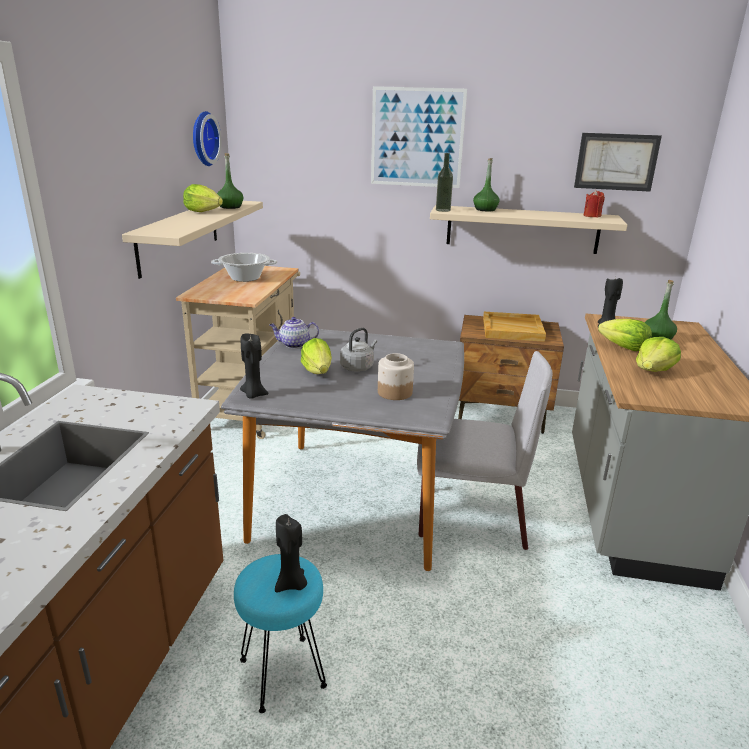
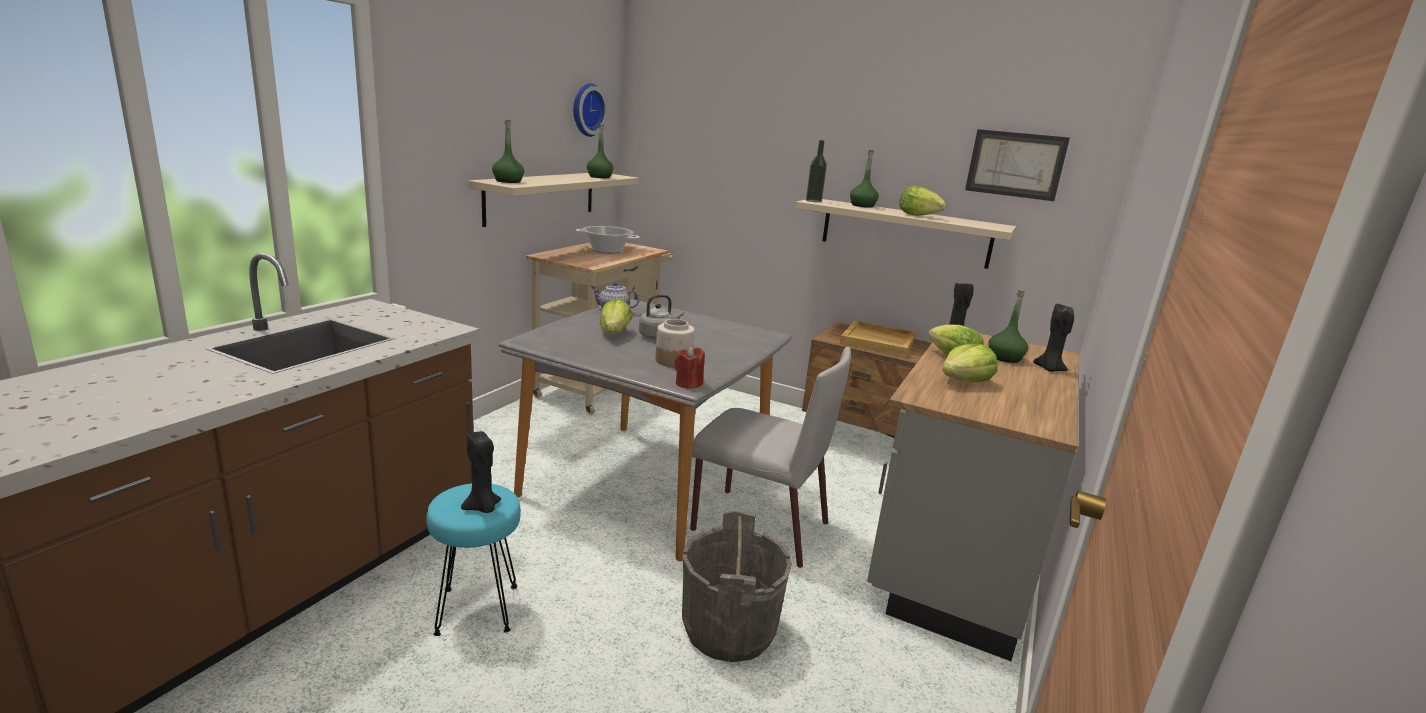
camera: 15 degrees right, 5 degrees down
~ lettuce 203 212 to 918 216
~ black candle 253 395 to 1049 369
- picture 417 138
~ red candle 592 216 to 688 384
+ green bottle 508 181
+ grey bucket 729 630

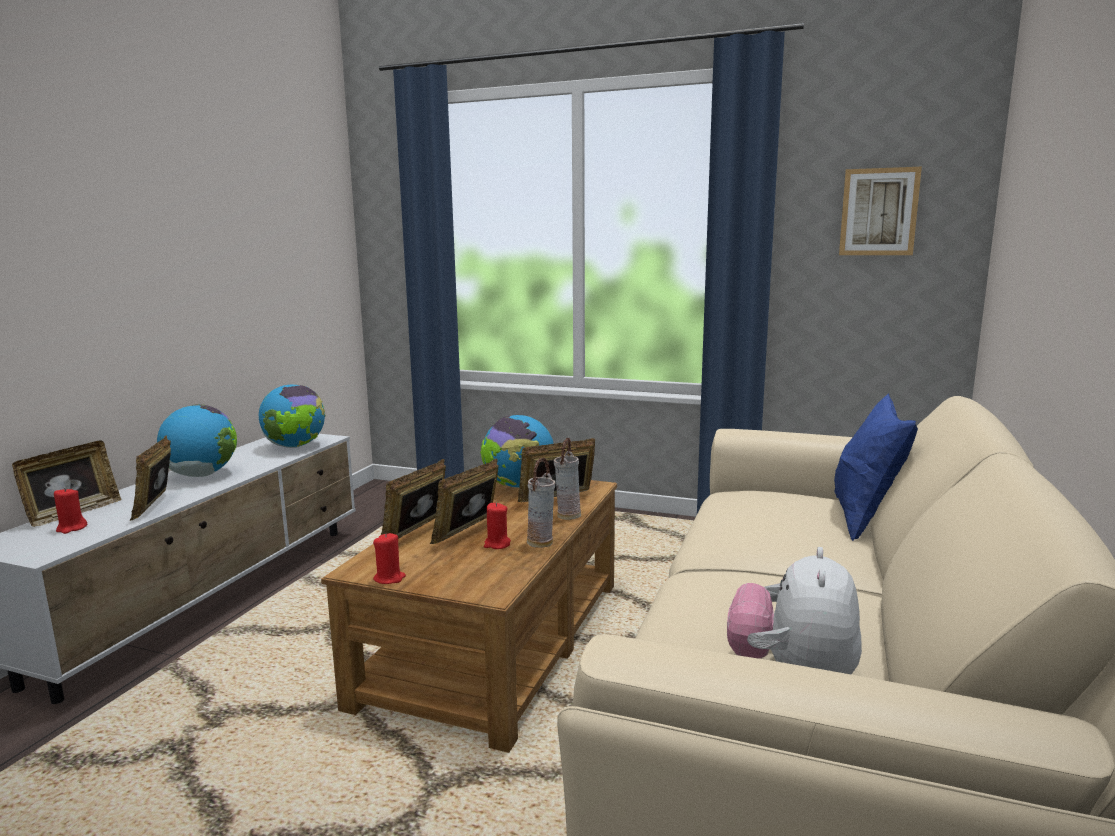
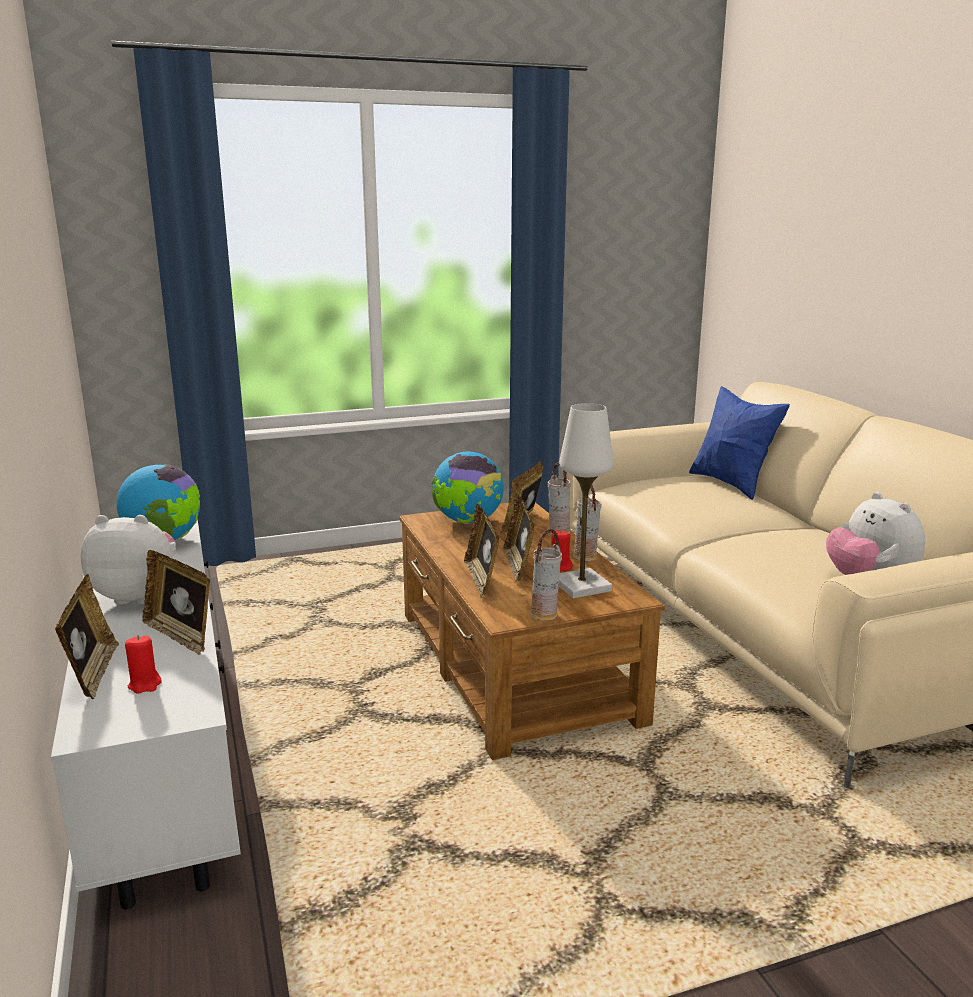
camera: 40 degrees left, 5 degrees up
~ globe 202 475 to plush toy 138 596
~ red candle 389 578 to vase 545 615
- picture 878 212
+ white table lamp 581 586

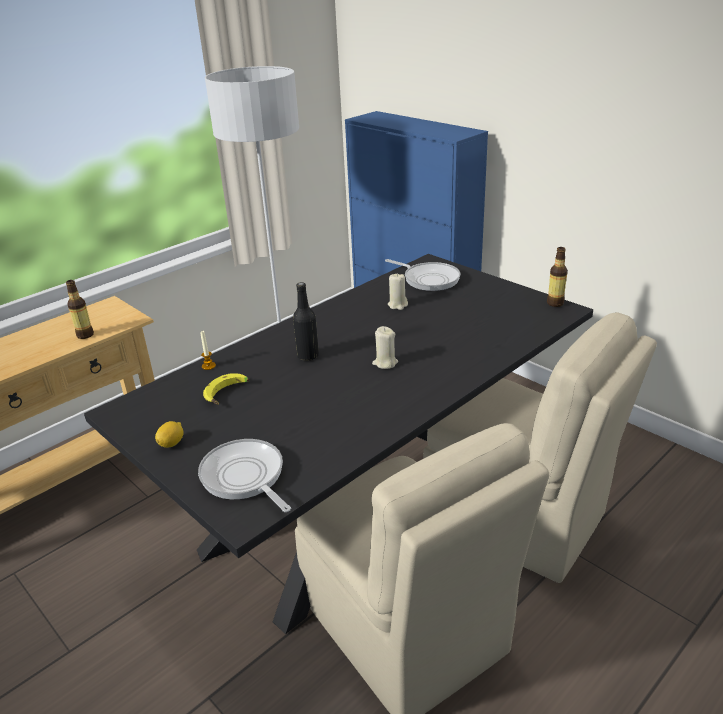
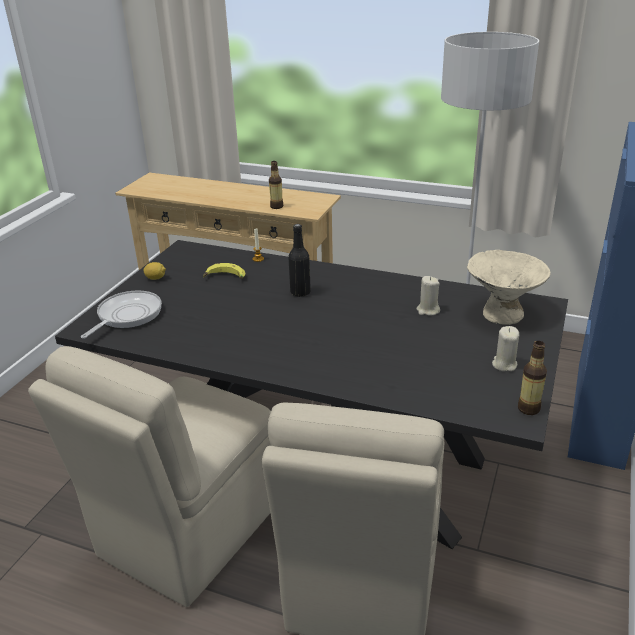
camera: 65 degrees right, 0 degrees up
~ beige candle 385 363 to 504 364
~ frying pan 428 279 to beige bowl 502 313

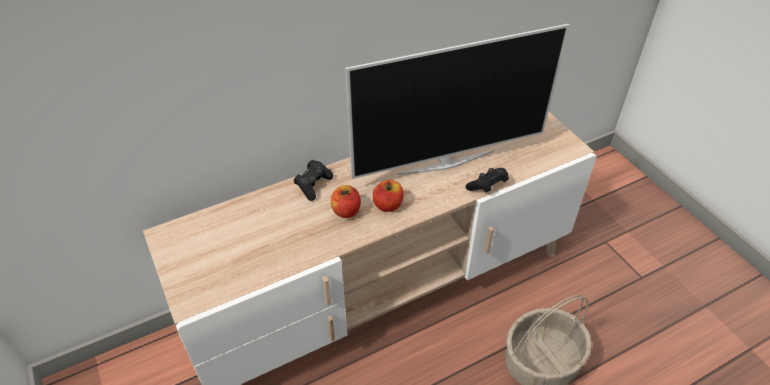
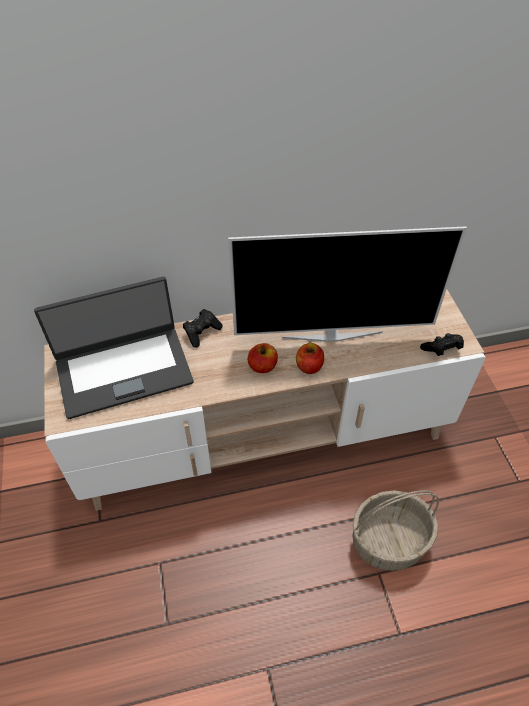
camera: 15 degrees right, 5 degrees up
~ apple 346 211 to 309 366
~ black game controller 487 186 to 441 350
+ laptop 123 370

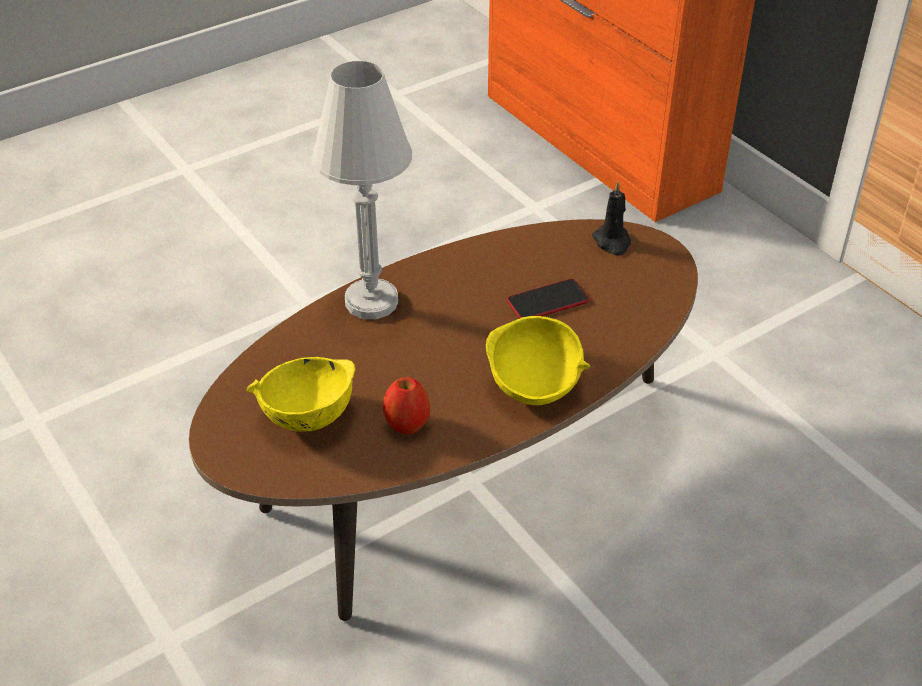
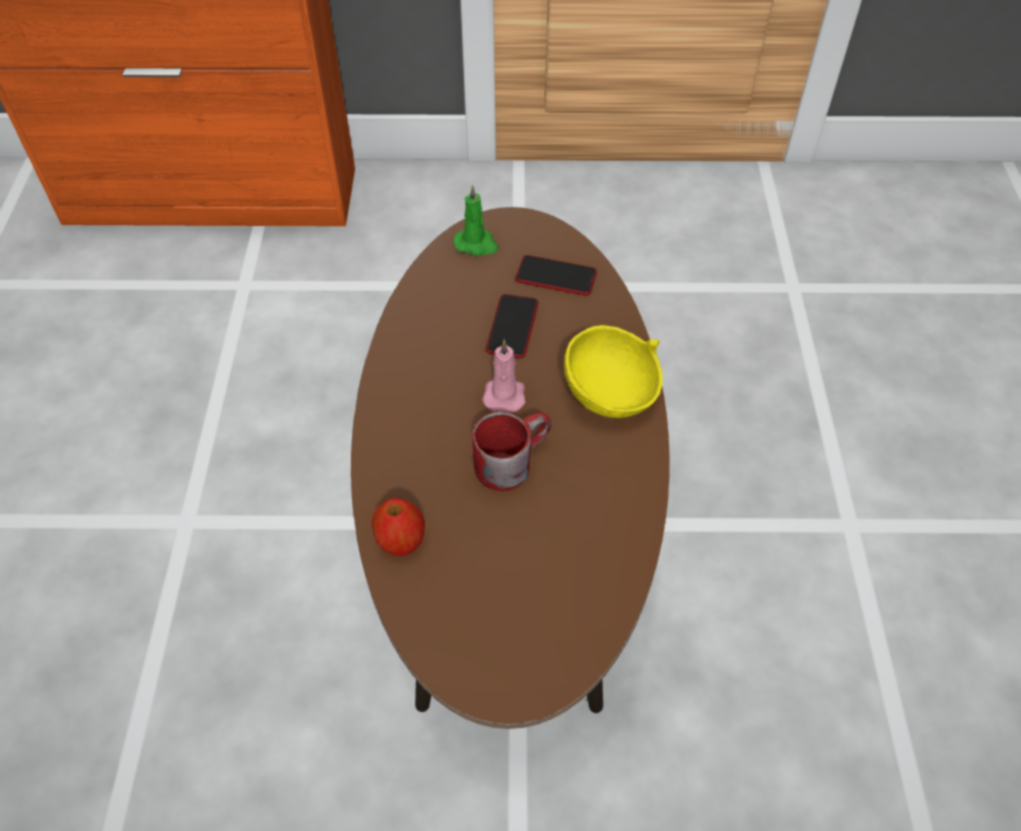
camera: 55 degrees left, 10 degrees up
- yellow bowl 307 415
- white table lamp 371 302
~ apple 407 424 to 401 541
~ black candle 612 242 to green candle 476 244
+ red mug 509 460
+ pink candle 504 394
+ phone 556 276

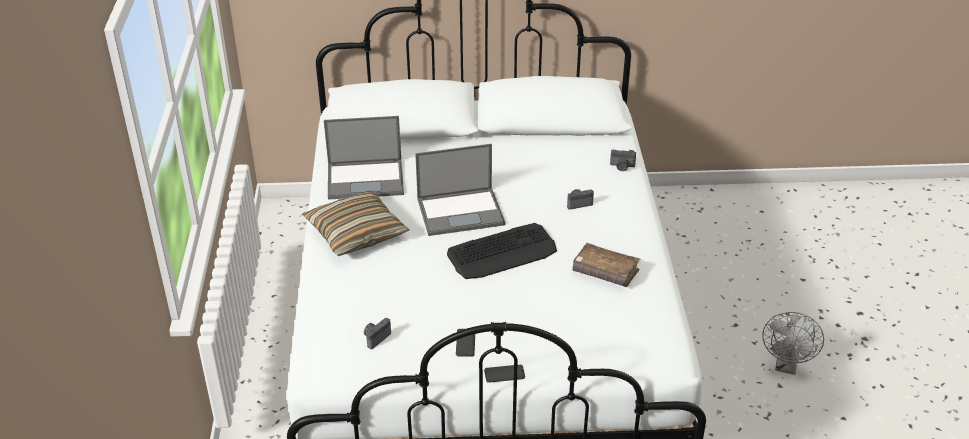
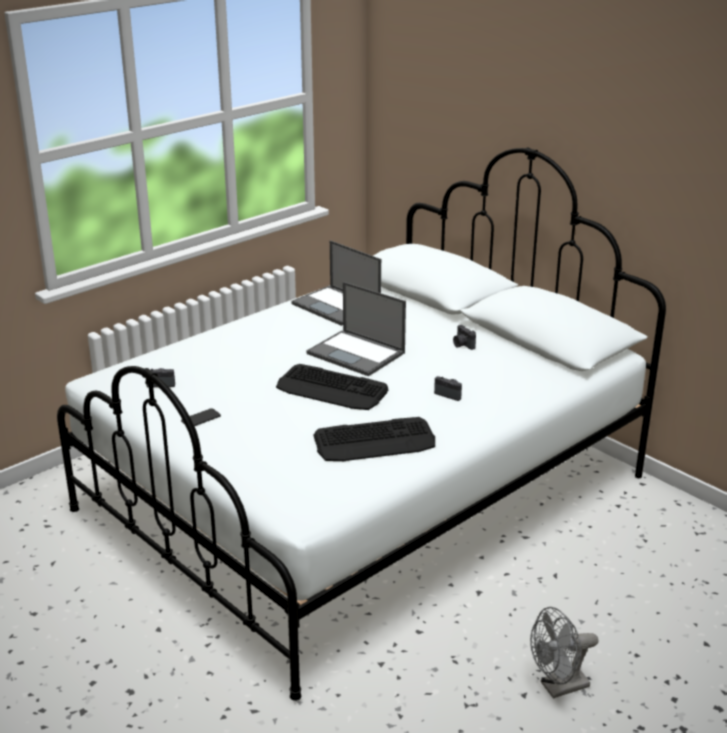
camera: 50 degrees right, 10 degrees down
- pillow 356 233
- phone 504 374
~ brown book 605 272 to keyboard 375 441
~ photo camera 622 166 to 462 345

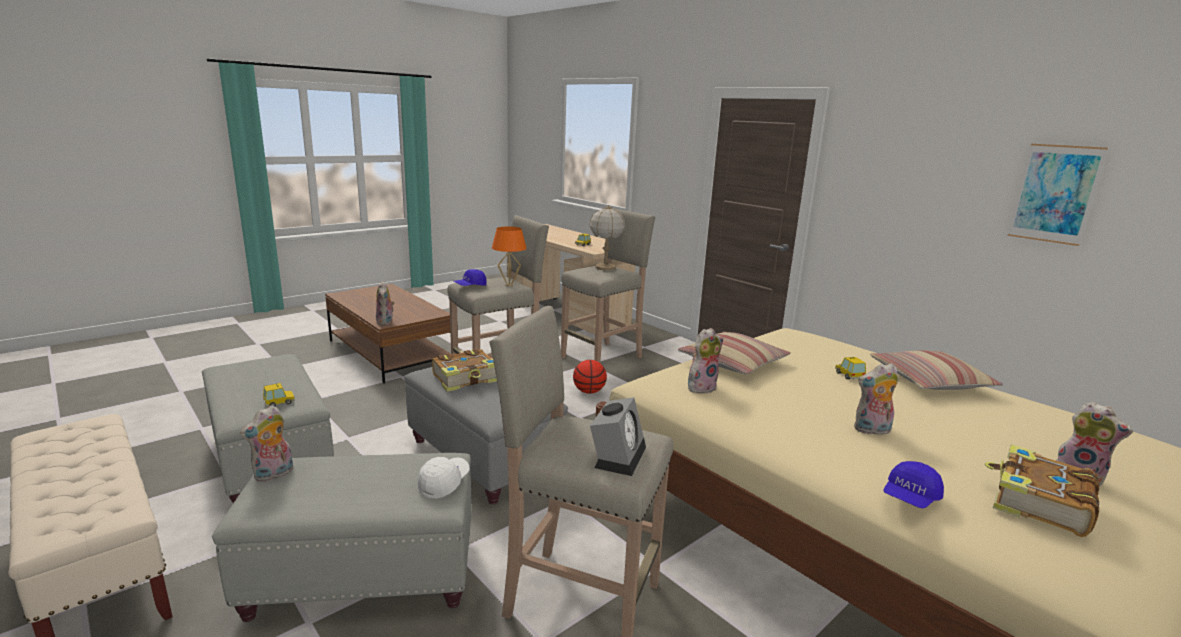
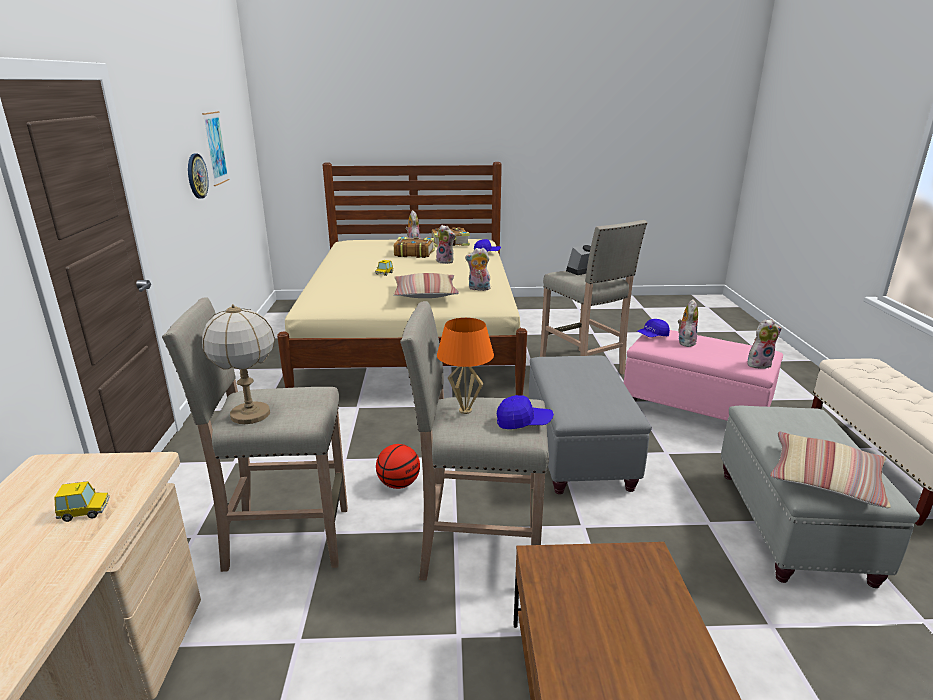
camera: 140 degrees left, 5 degrees up
~ grey ottoman 362 575 to pink ottoman 696 409
- toy car 279 402
~ plush toy 386 322 to 685 342
~ white cap 444 483 to blue cap 652 336
~ book 467 379 to 413 253
~ pillow 929 381 to 825 479
+ wall clock 196 176

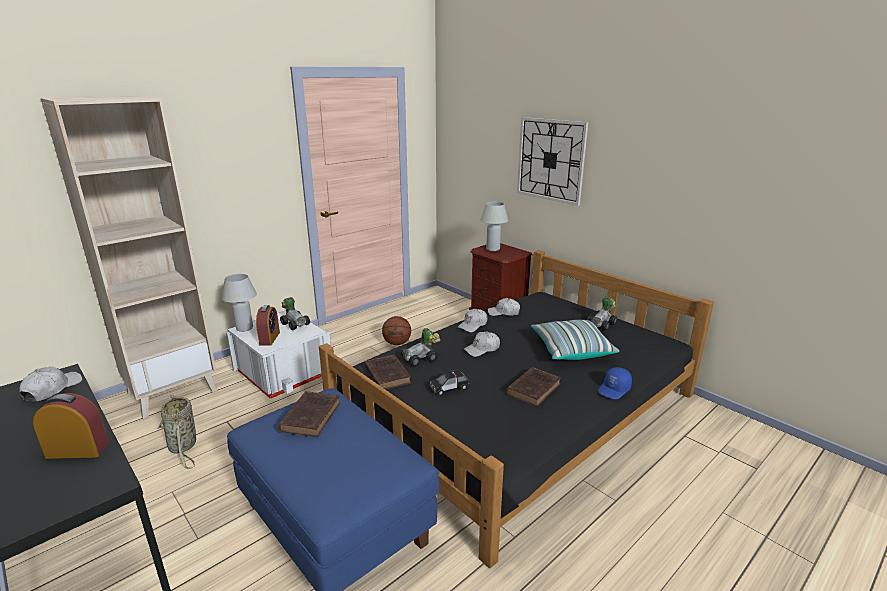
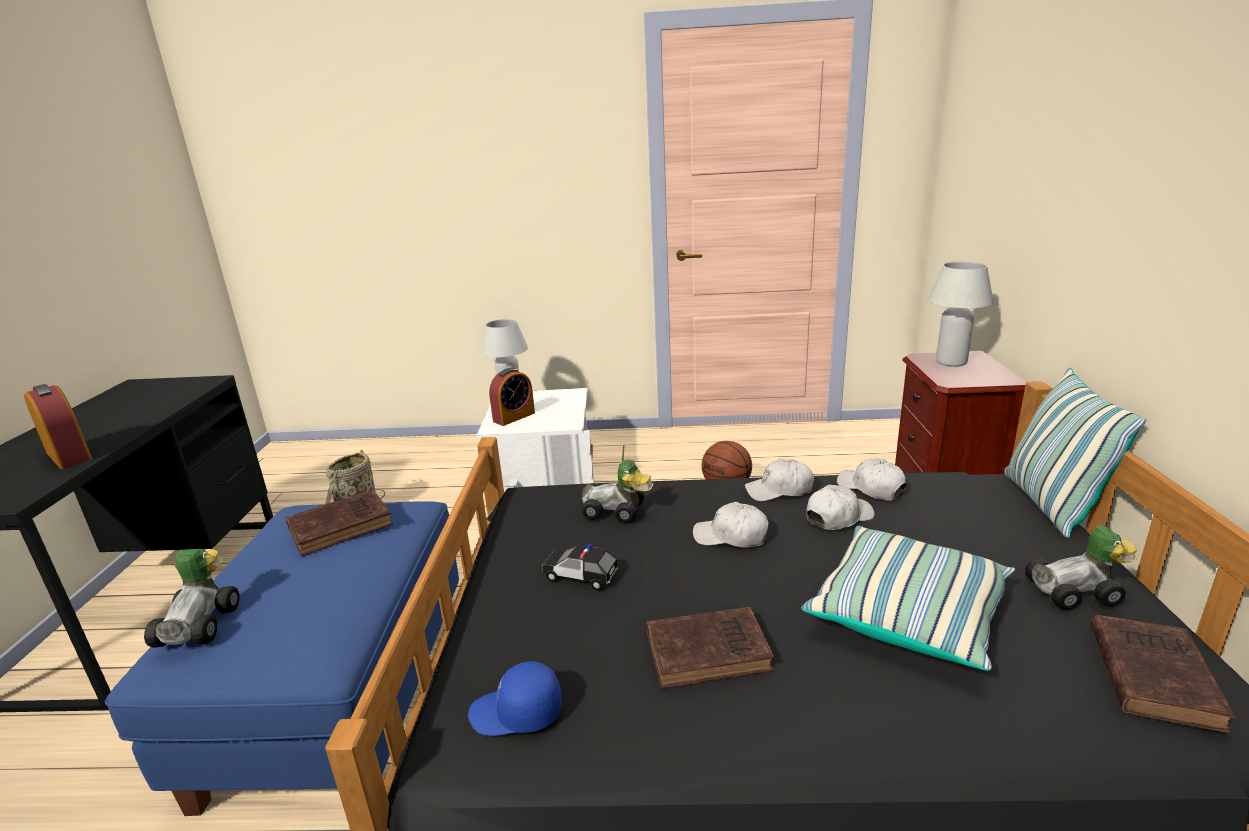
camera: 45 degrees right, 0 degrees up
~ white cap 52 389 to 838 517
- beige bookcase 172 391
~ toy car 295 323 to 203 622
~ brown book 386 374 to 1151 674
- wall clock 551 160
~ blue cap 614 390 to 516 713
+ pillow 1050 504

